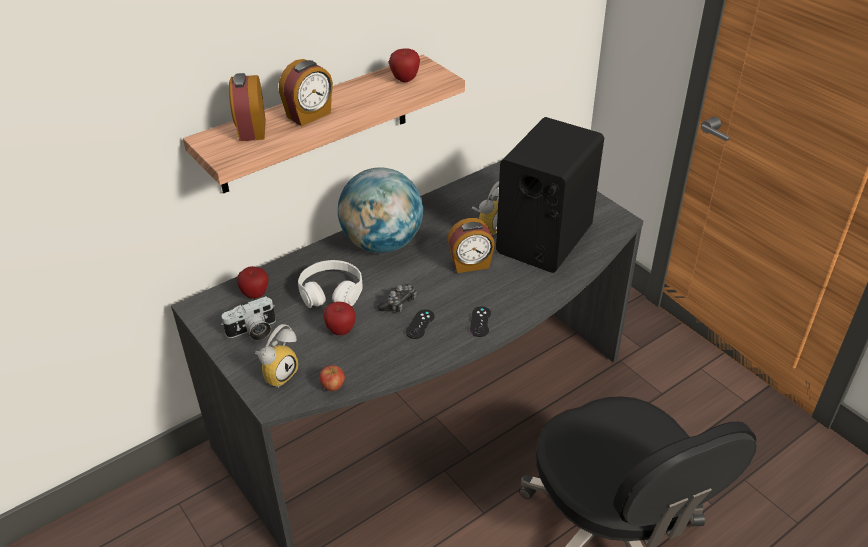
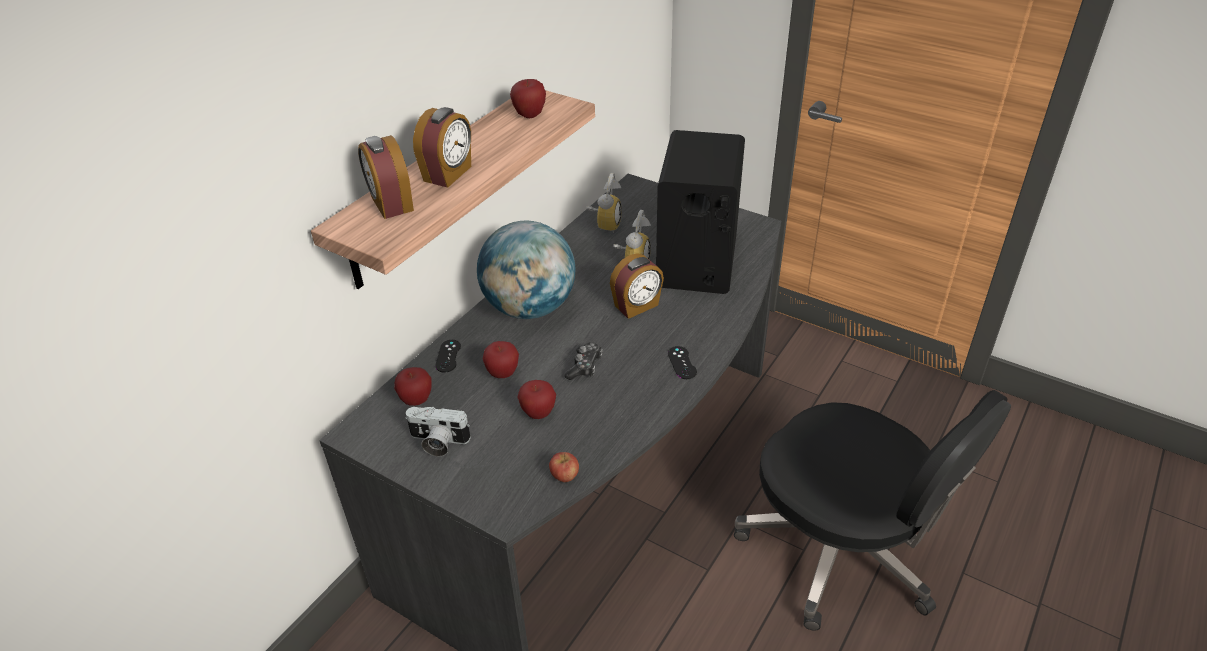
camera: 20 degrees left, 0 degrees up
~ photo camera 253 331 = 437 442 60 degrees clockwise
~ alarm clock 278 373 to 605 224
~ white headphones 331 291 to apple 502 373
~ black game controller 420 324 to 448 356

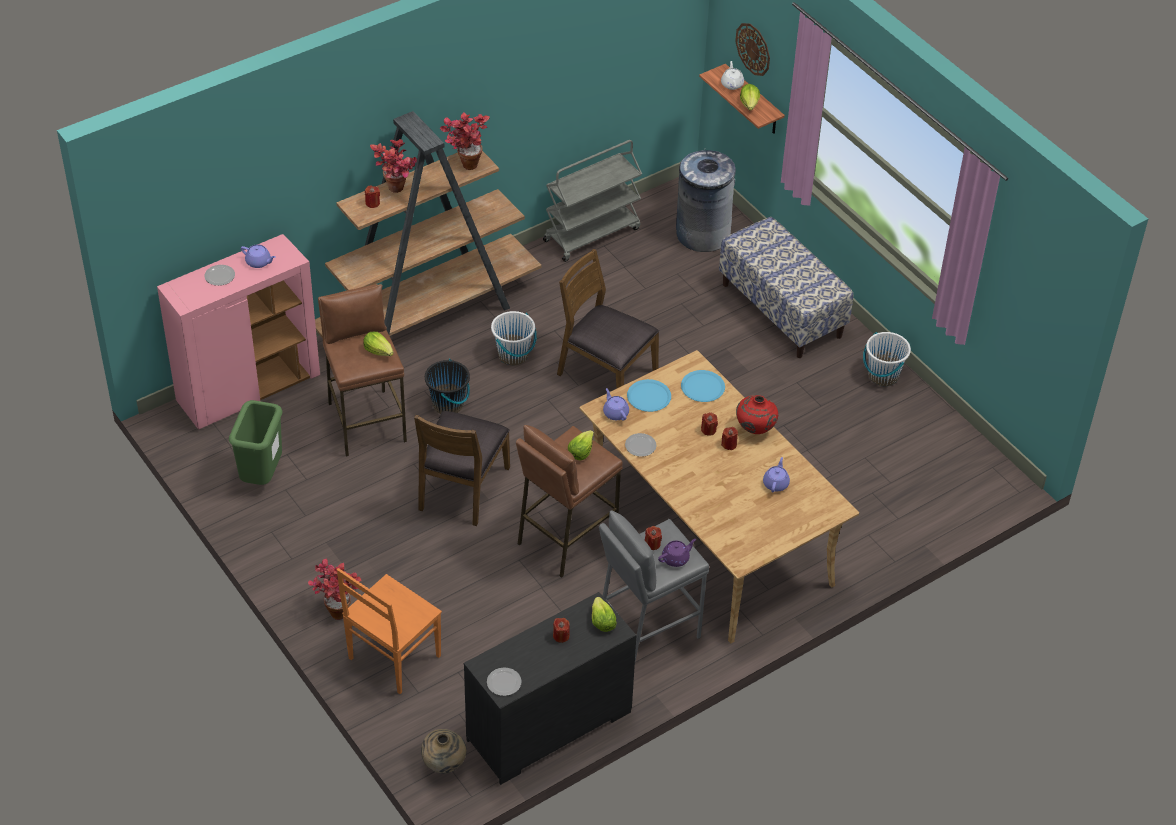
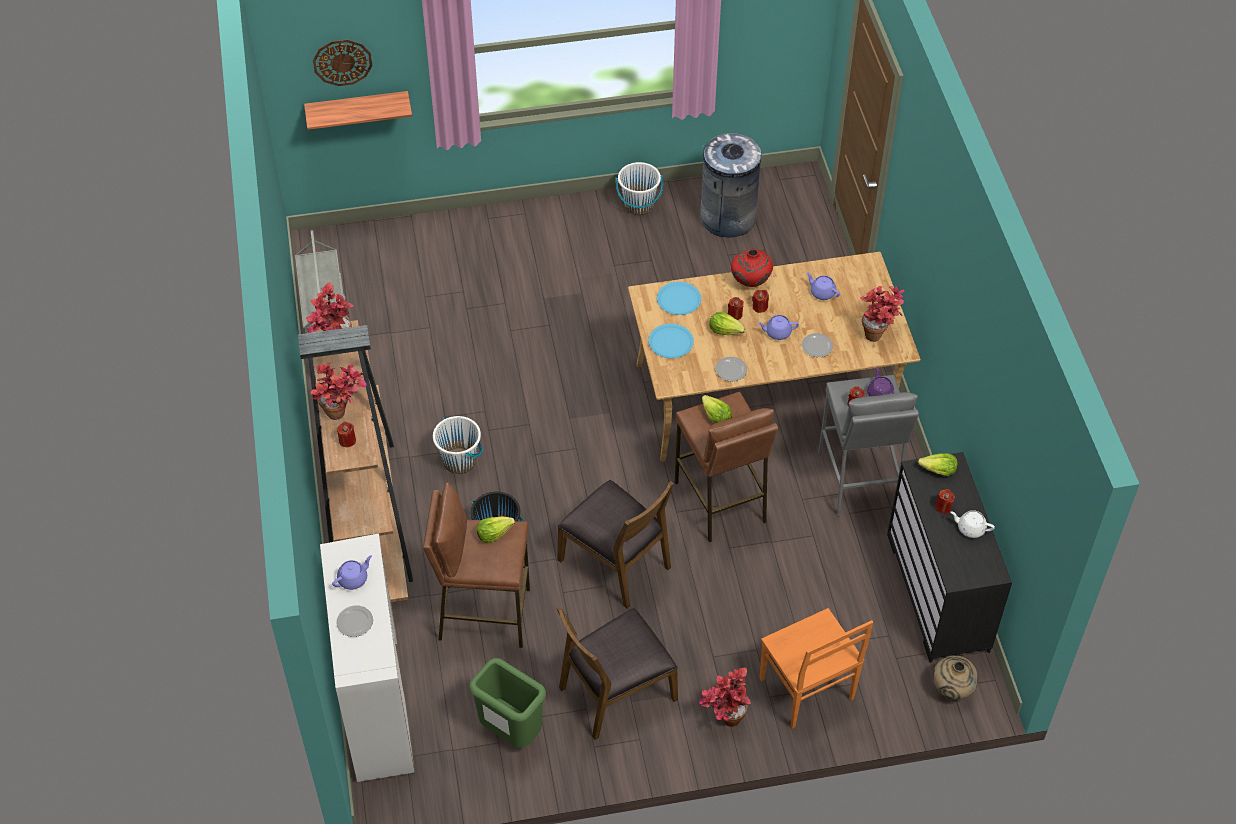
camera: 65 degrees left, 5 degrees up
~ pink cabinet 249 389 to white cabinet 376 707
~ plate 504 683 to 817 346
~ brown chair 605 374 to 616 692
~ purple teapot 615 413 to 777 332
~ grey trash can 702 234 to 728 218
- bench 782 310
~ white teapot 732 84 to 970 528
~ lettuce 749 104 to 725 330
+ potted plant 878 334

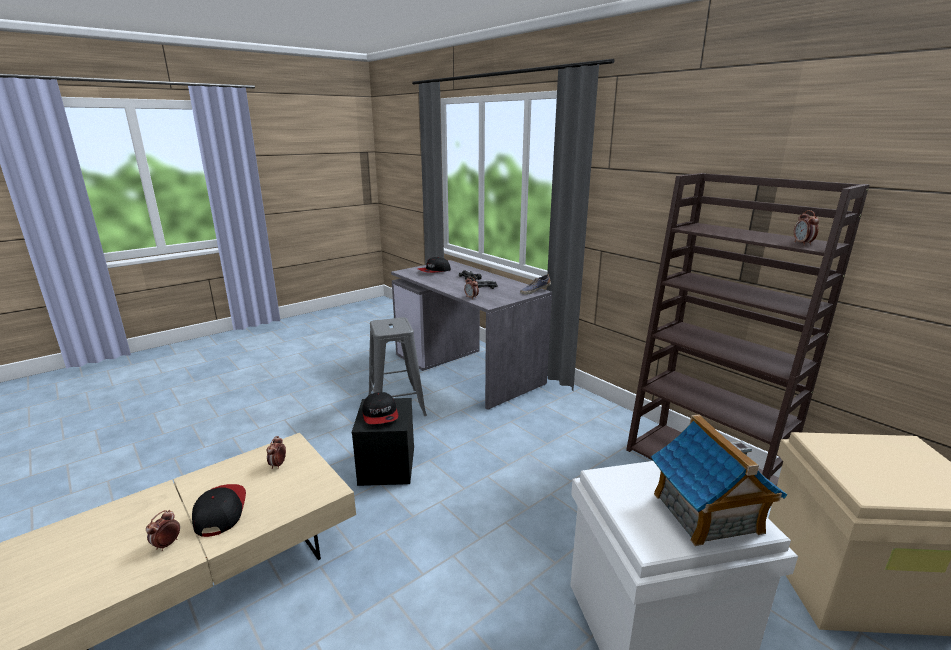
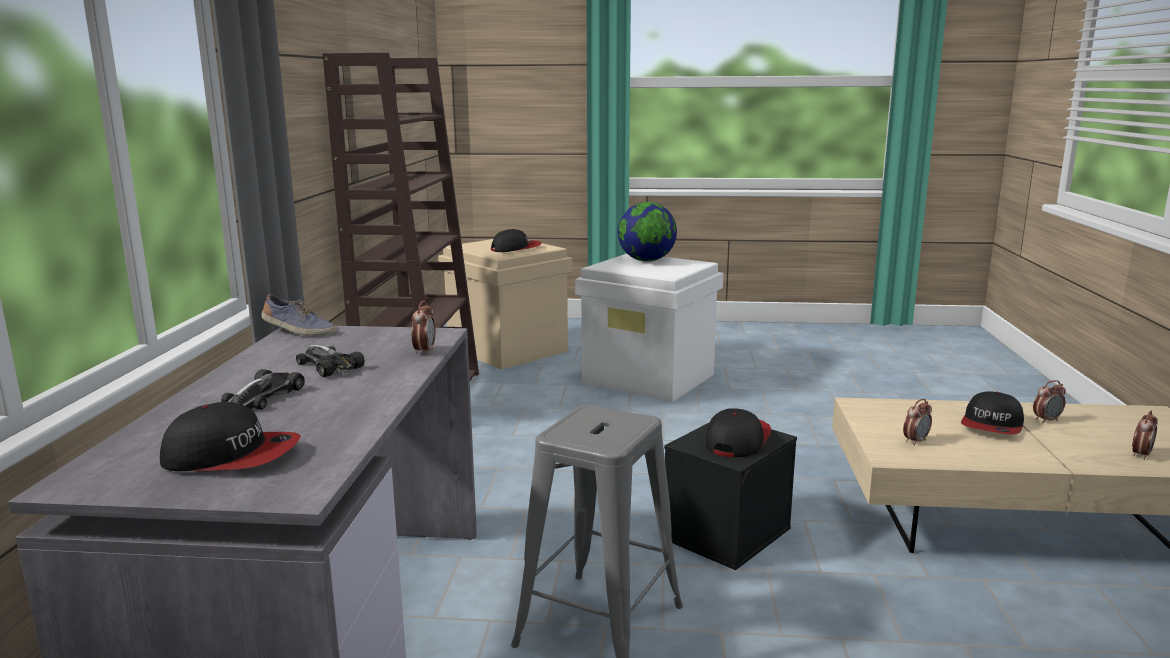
camera: 135 degrees left, 5 degrees down
~ toy house 707 513 to globe 646 260
~ alarm clock 802 243 to 1141 455
+ cap 516 248

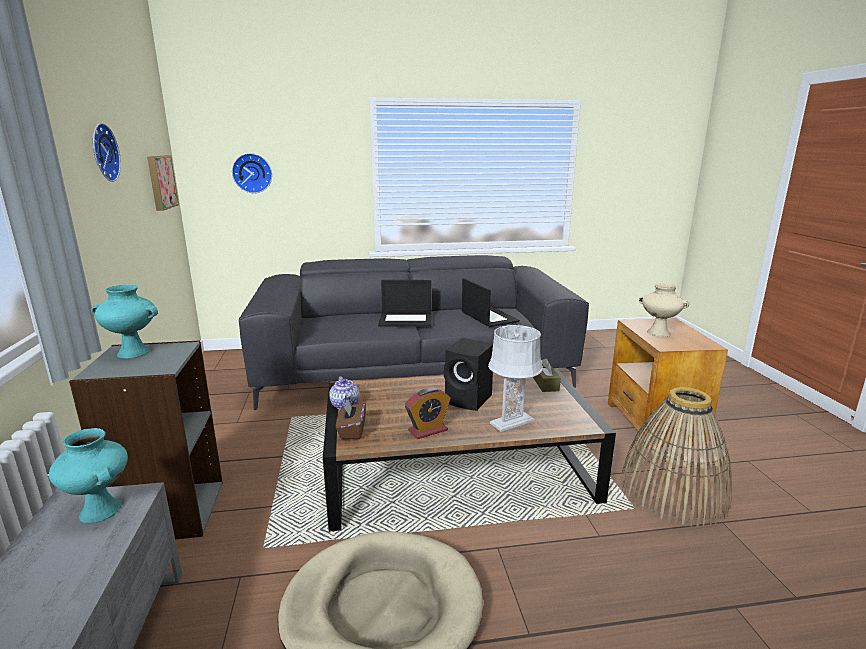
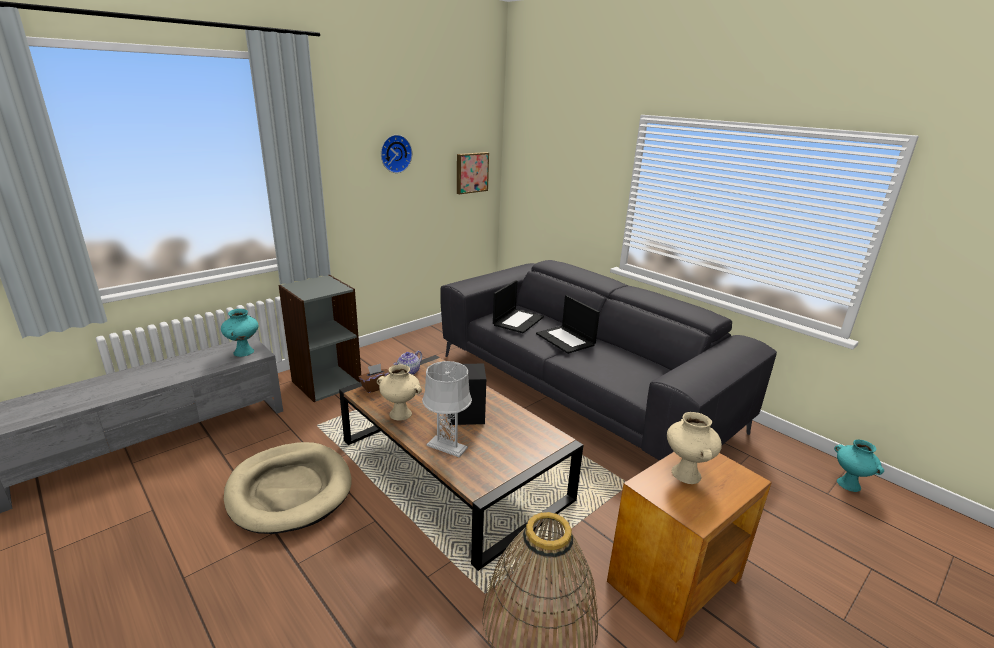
camera: 55 degrees right, 5 degrees up
~ turquoise vase 134 352 to 849 484
- wall clock 252 173
~ alarm clock 428 430 to beige vase 401 414
~ laptop 488 317 to 518 321
- brown tissue box 545 384

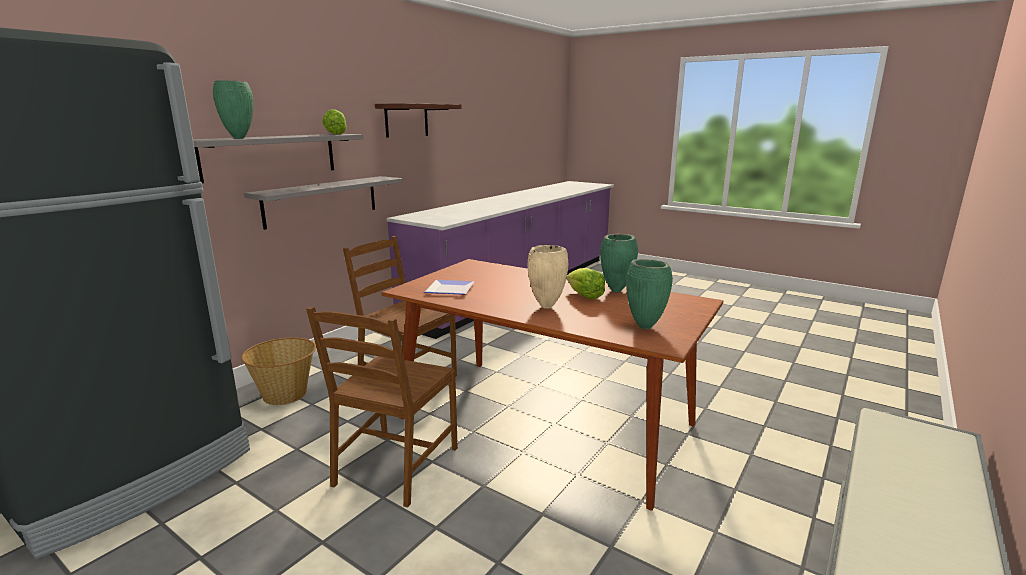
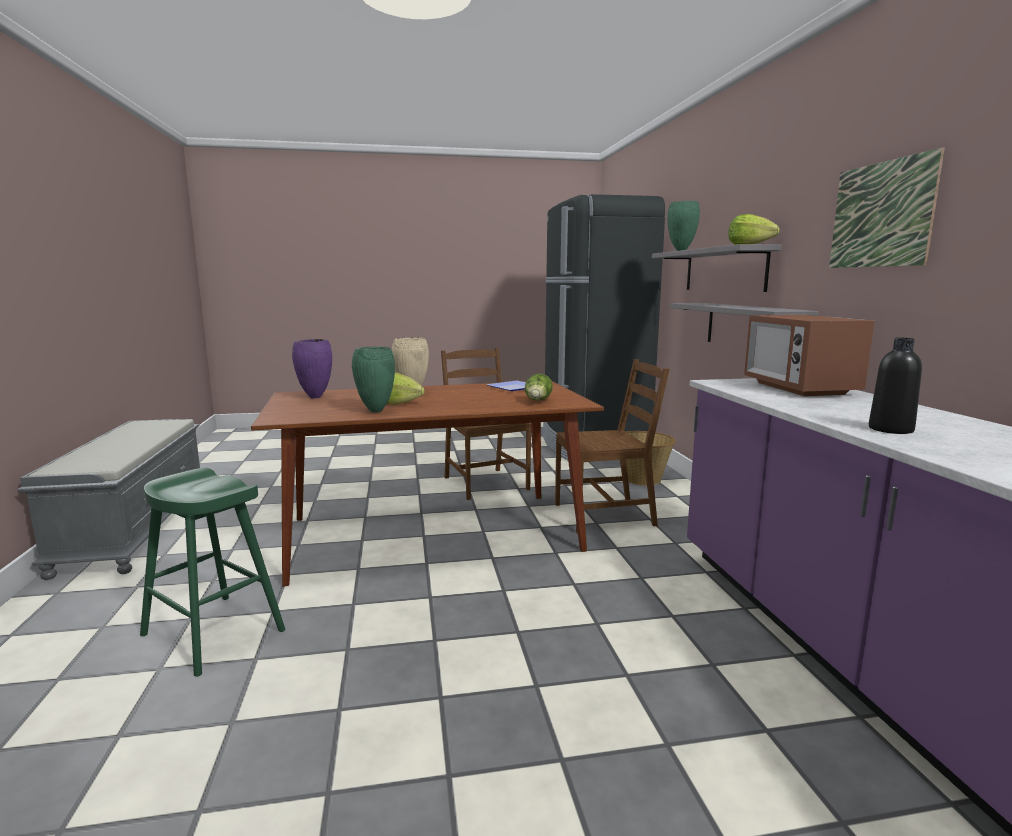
camera: 135 degrees right, 5 degrees down
~ shelf 406 120 to picture 881 215
~ green vase 645 327 to purple vase 315 397
+ green stool 213 633
+ lettuce 538 401
+ microwave 798 388
+ black bottle 890 429

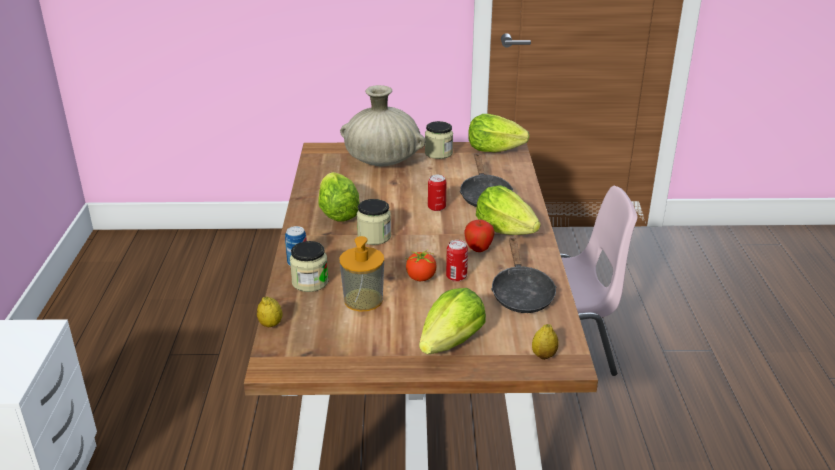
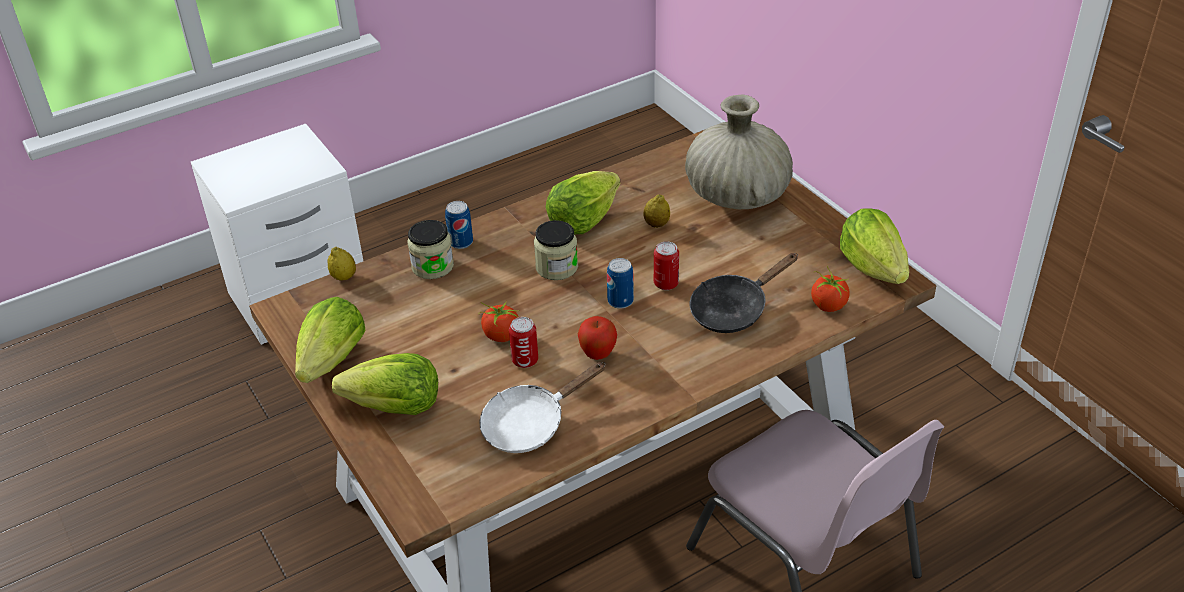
camera: 60 degrees right, 10 degrees up
- soap dispenser 363 300
- jar 438 153
~ lettuce 505 230 to 333 360
~ black frying pan 521 294 to white frying pan 530 424
~ lemon 544 355 to 656 224
+ can 620 301
+ tomato 828 305

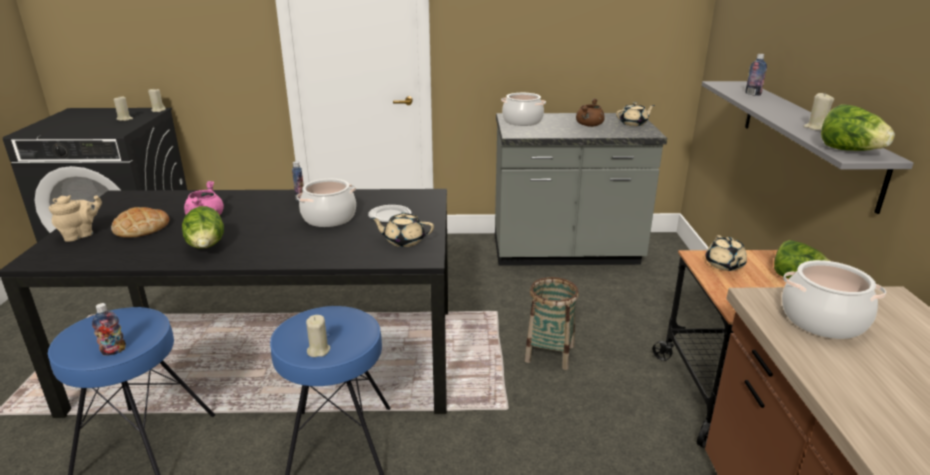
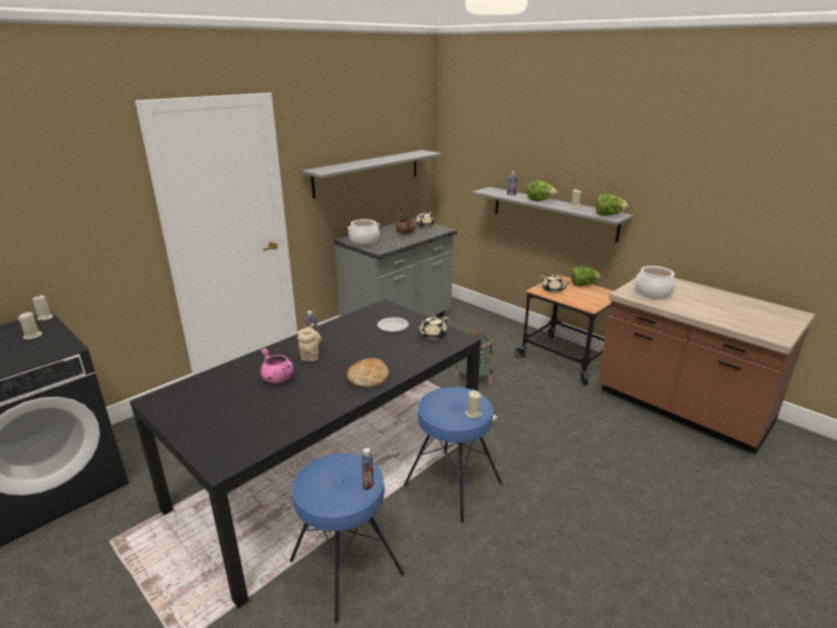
camera: 45 degrees left, 0 degrees up
~ beige teapot 81 235 to 310 355
~ bread 141 228 to 368 377
~ lettuce 207 247 to 540 201
- cooking pot 329 218
+ grey shelf 367 172

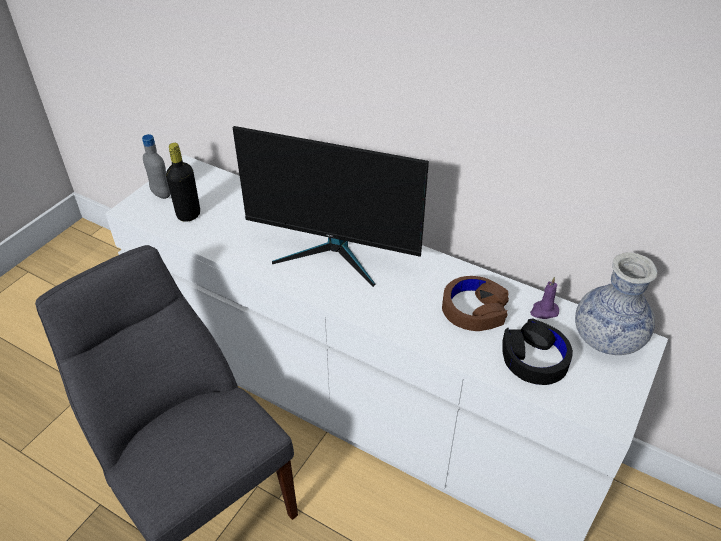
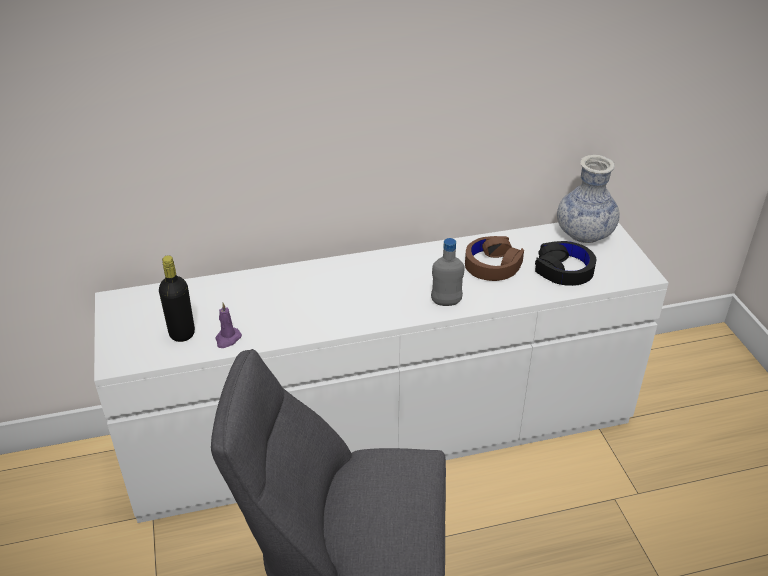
camera: 45 degrees left, 5 degrees down
~ grey bottle 161 194 to 446 302
- monitor 334 253
~ purple candle 543 311 to 227 339

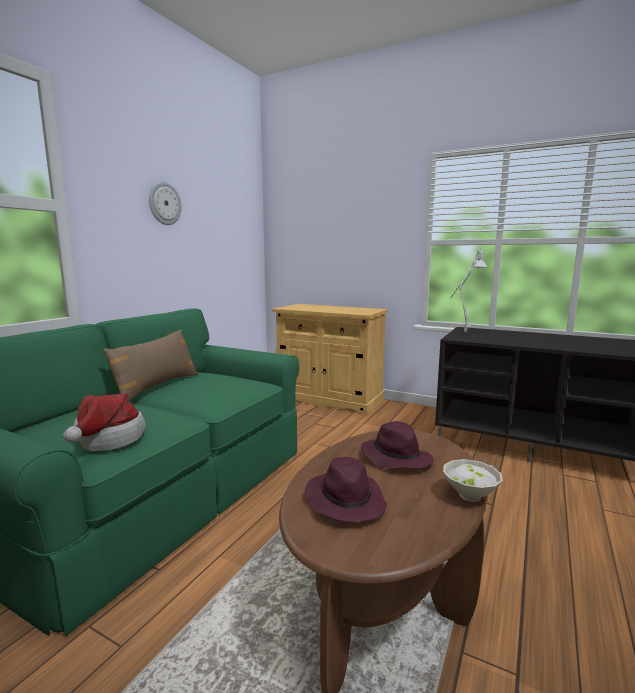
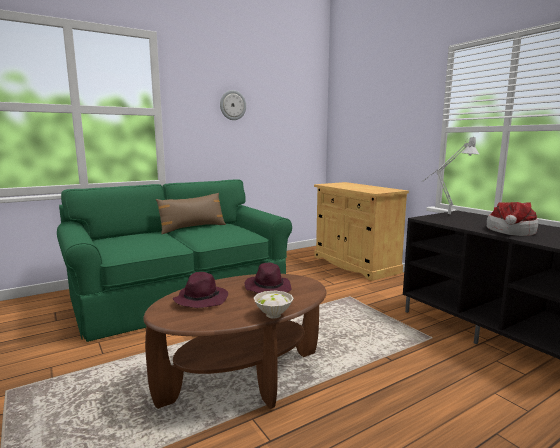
camera: 30 degrees right, 0 degrees up
~ hat 106 440 to 510 232

